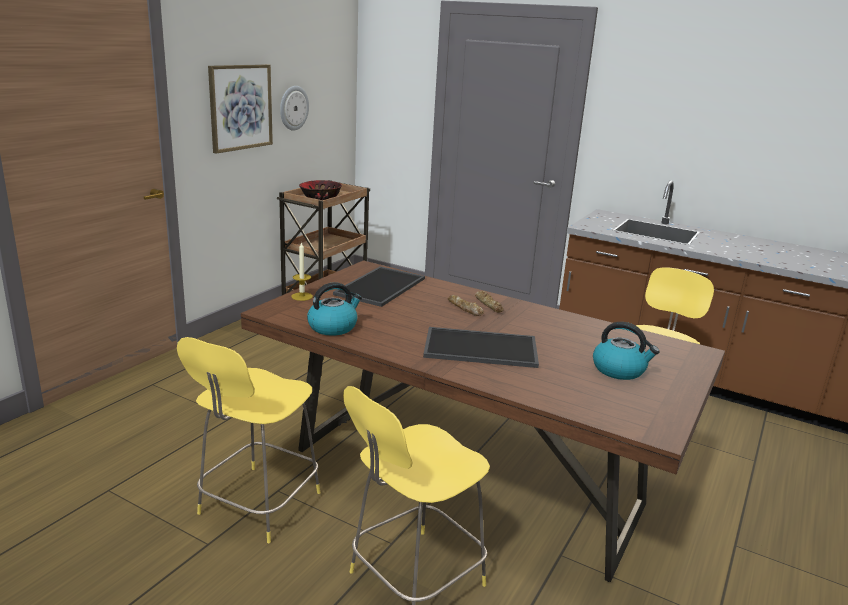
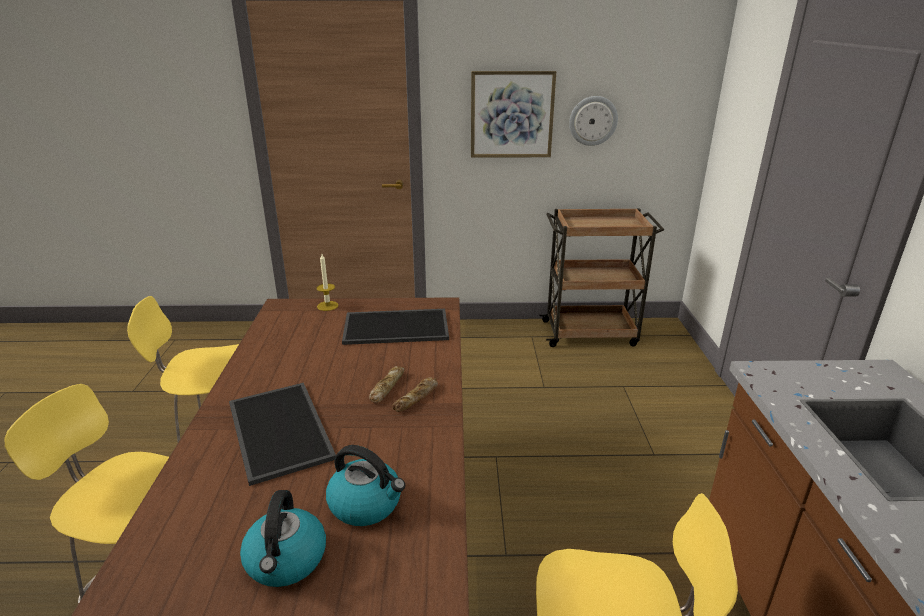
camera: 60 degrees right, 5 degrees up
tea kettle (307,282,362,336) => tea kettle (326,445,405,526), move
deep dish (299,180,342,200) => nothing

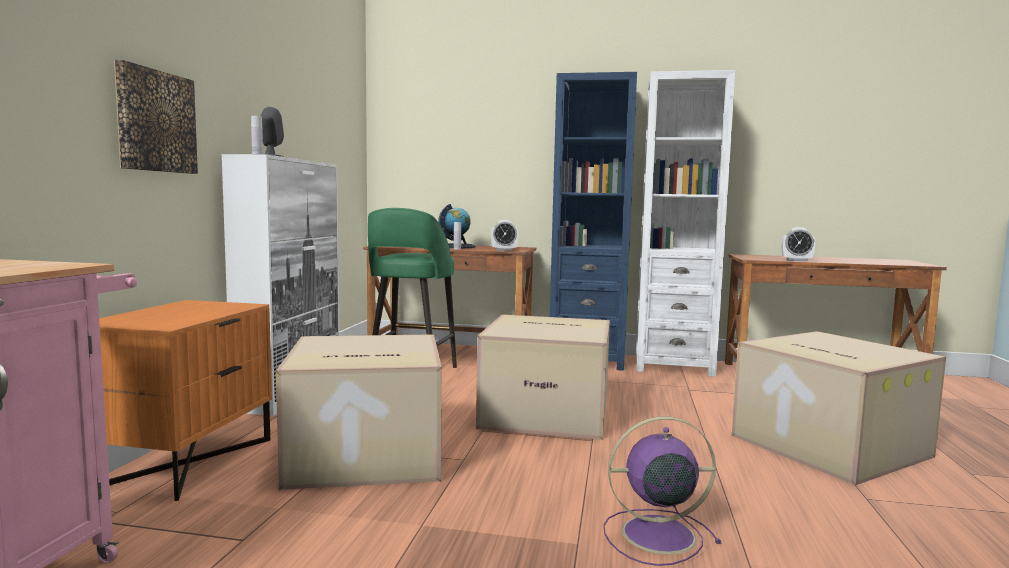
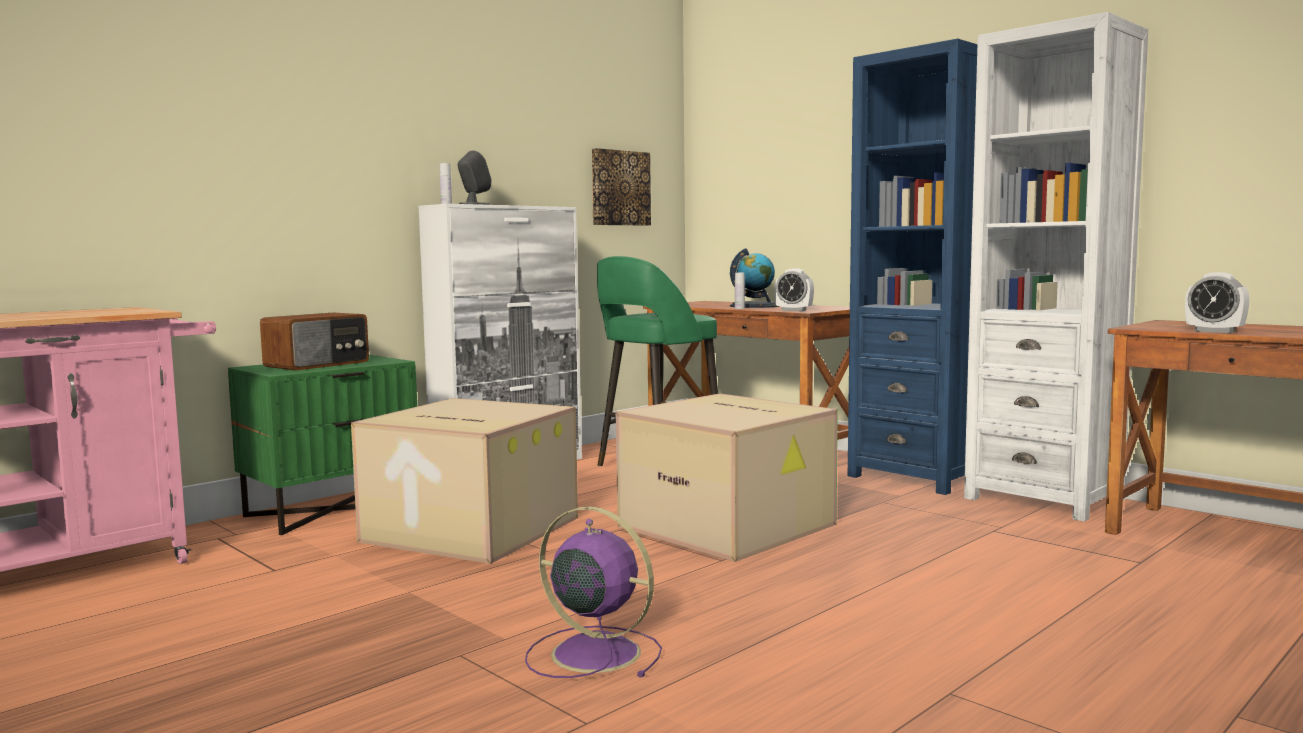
camera: 35 degrees right, 0 degrees up
orange bedside table (99,300,272,501) => green-coloured bedside table (228,355,417,535)
nothing => radio set (260,313,369,371)
wall picture (114,60,198,174) => wall picture (591,148,651,226), move
cardboard box (732,331,946,485) => nothing

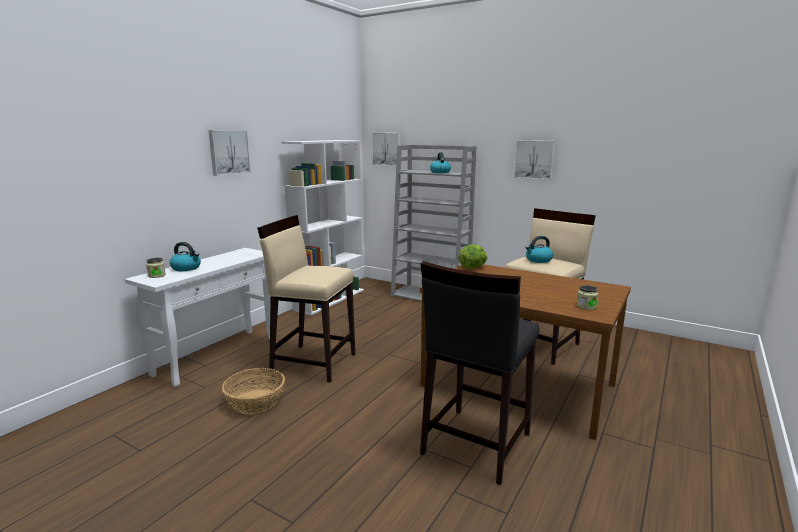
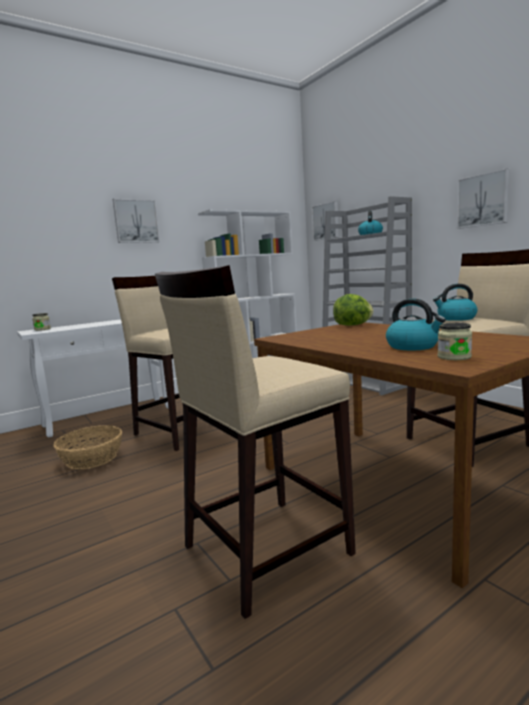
camera: 25 degrees right, 5 degrees down
black-coloured sitting stool (420,261,540,485) => beige-coloured sitting stool (155,265,356,619)
tea kettle (170,242,201,271) => tea kettle (386,298,446,350), move

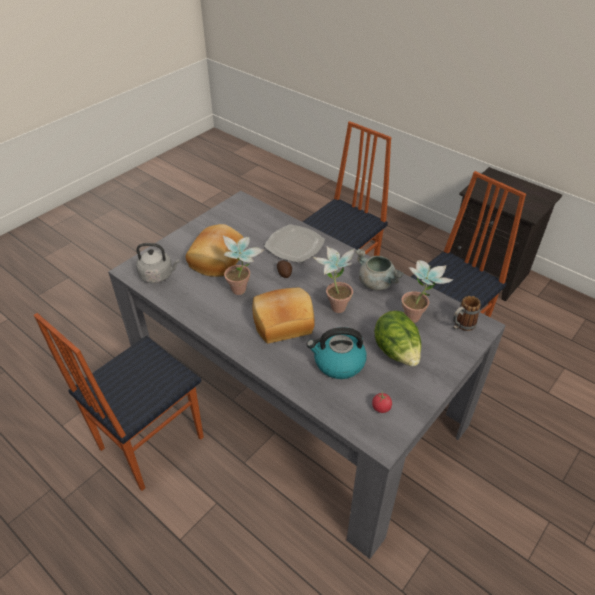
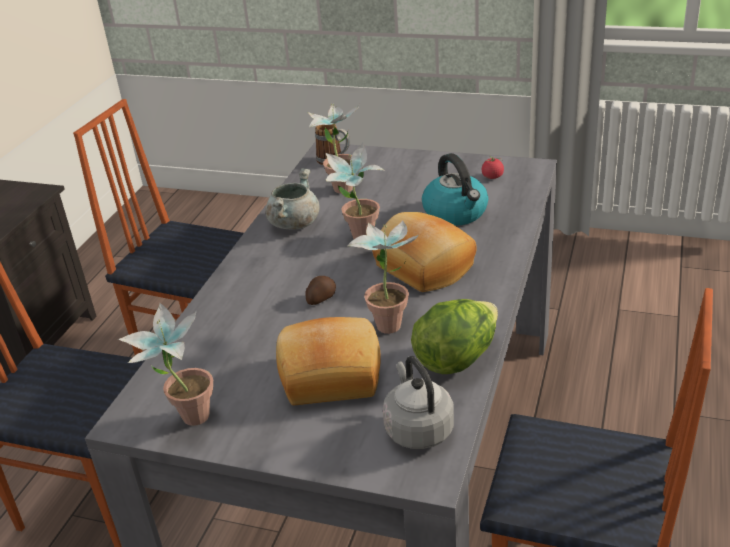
camera: 110 degrees left, 10 degrees down
nothing => potted plant (118,303,213,426)
head of lettuce (374,311,421,367) => head of lettuce (411,299,498,374), move
flat dish (264,224,325,263) => nothing

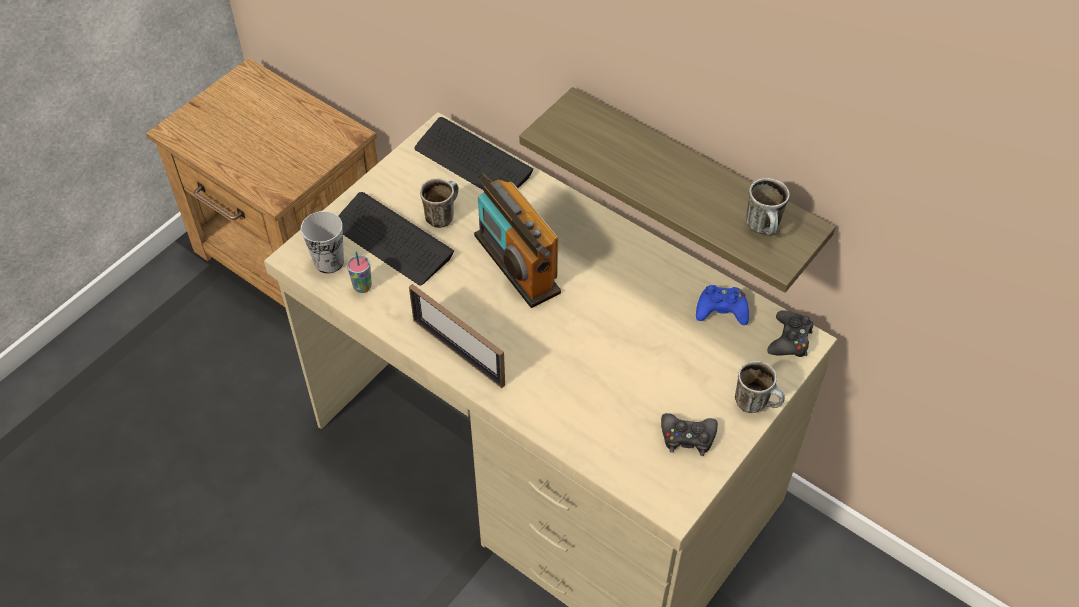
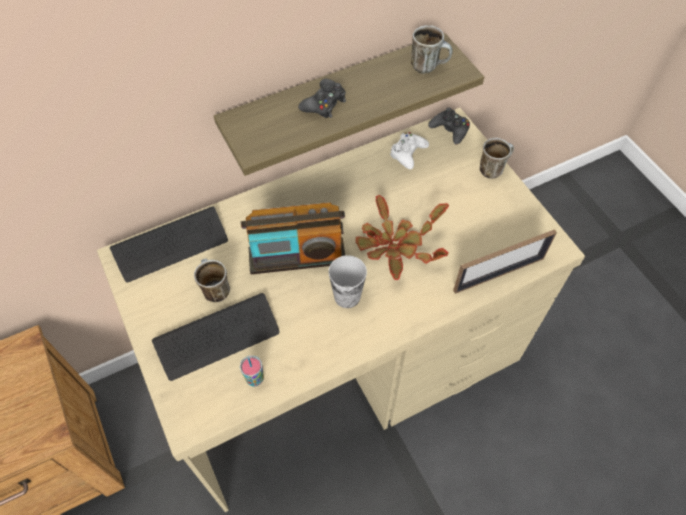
camera: 65 degrees left, 5 degrees up
black-coloured game controller (661,413,718,456) => black-coloured game controller (298,79,346,118), move
small cup (301,211,344,274) => small cup (329,255,367,308), move
nothing => potted plant (356,195,449,280)
bluish game controller (696,285,749,325) => white-coloured game controller (390,132,429,170)
photo frame (409,284,505,388) => photo frame (453,229,557,294), move

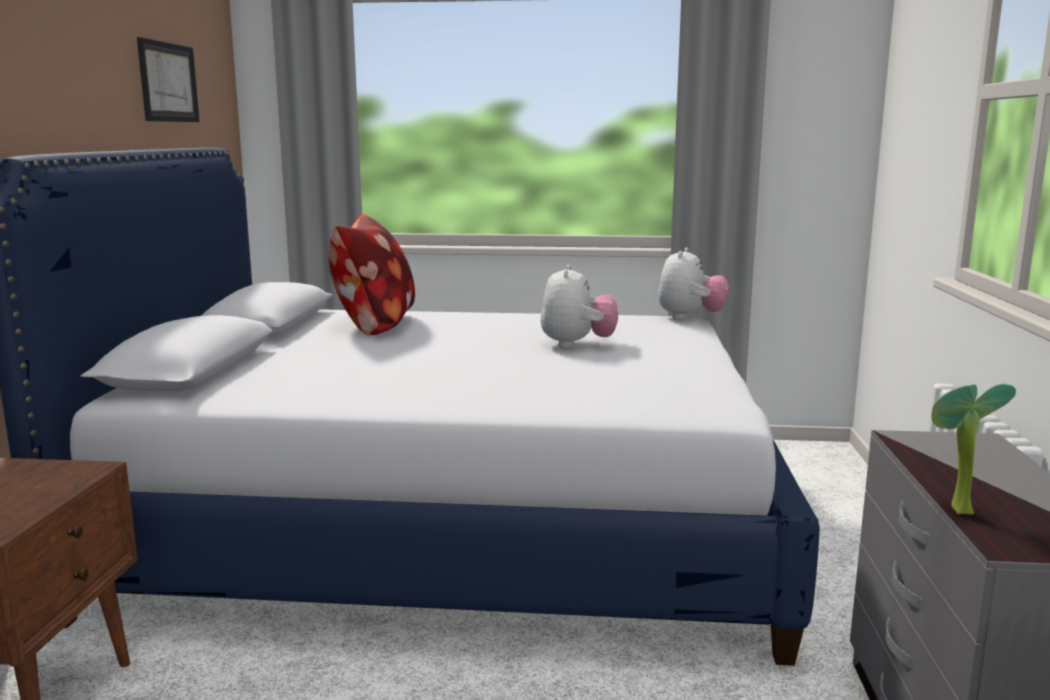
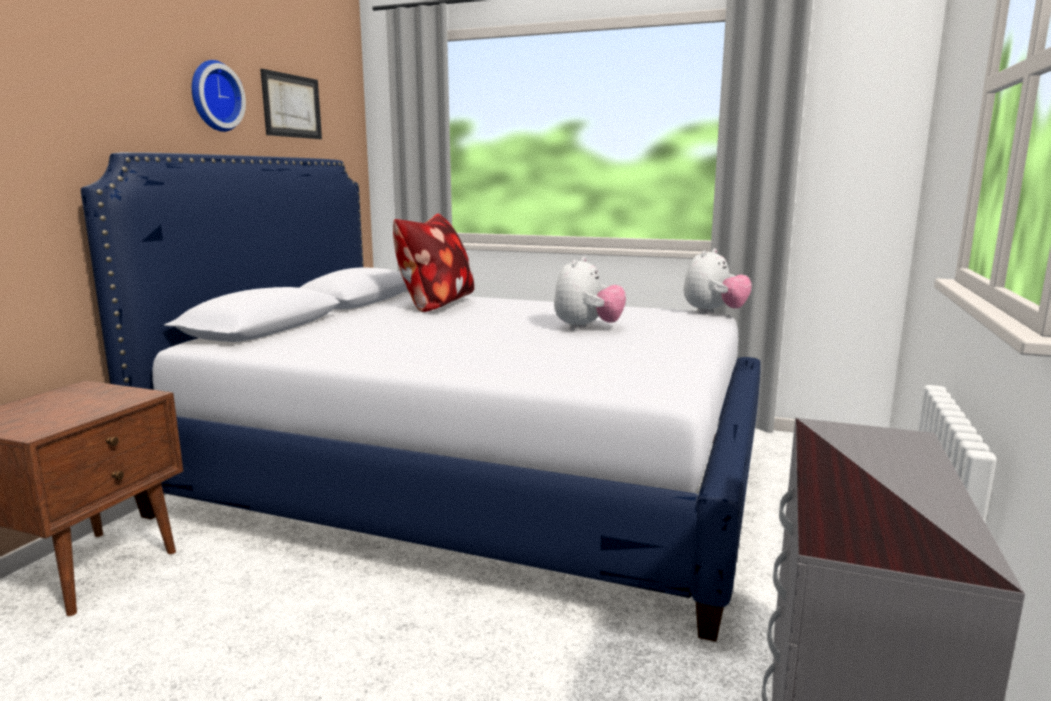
camera: 15 degrees right, 0 degrees up
nothing => clock on the wall (192,60,246,132)
potted plant (931,384,1016,515) => nothing

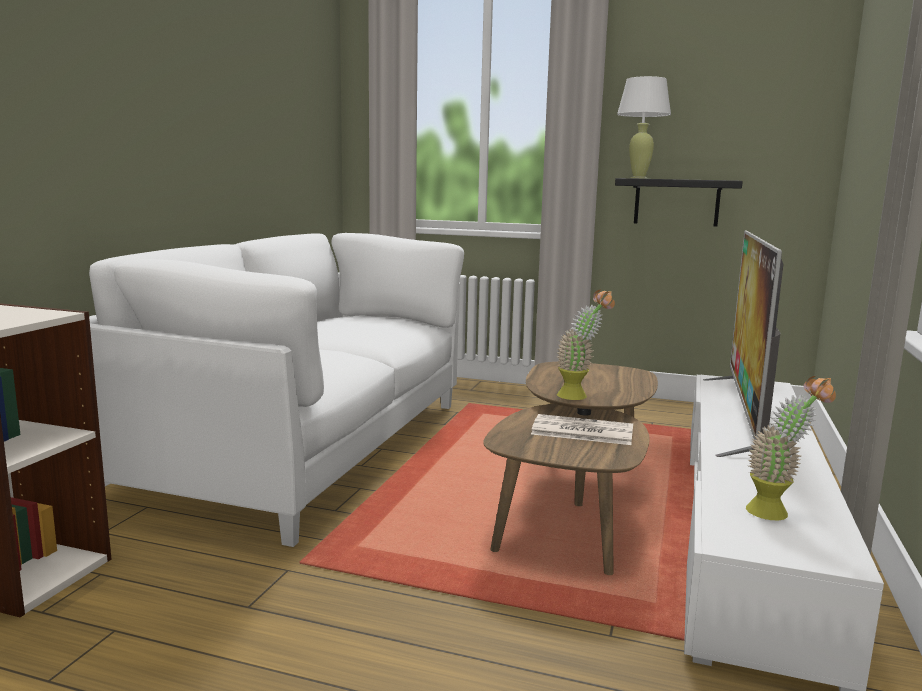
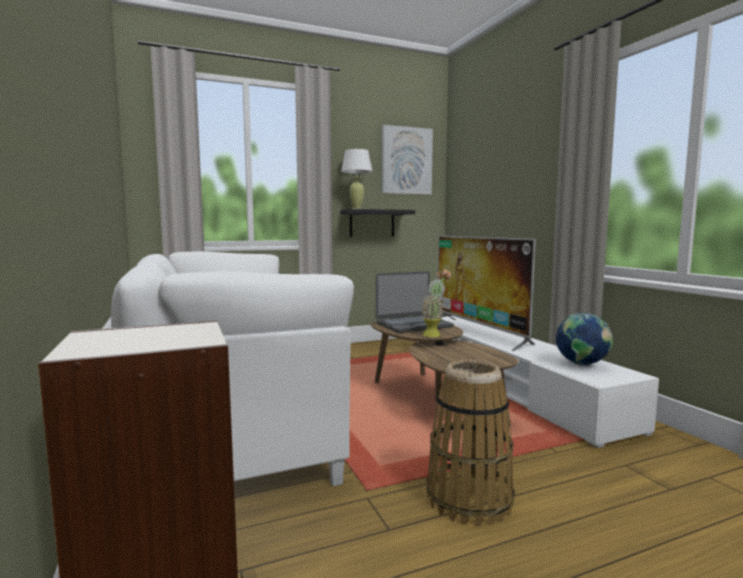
camera: 40 degrees left, 5 degrees down
nothing => portable computer (376,271,454,333)
nothing => wall picture (382,125,433,195)
nothing => household basket (426,360,515,526)
potted plant (746,376,836,520) => world globe (556,313,613,366)
newspaper (531,414,633,445) => nothing

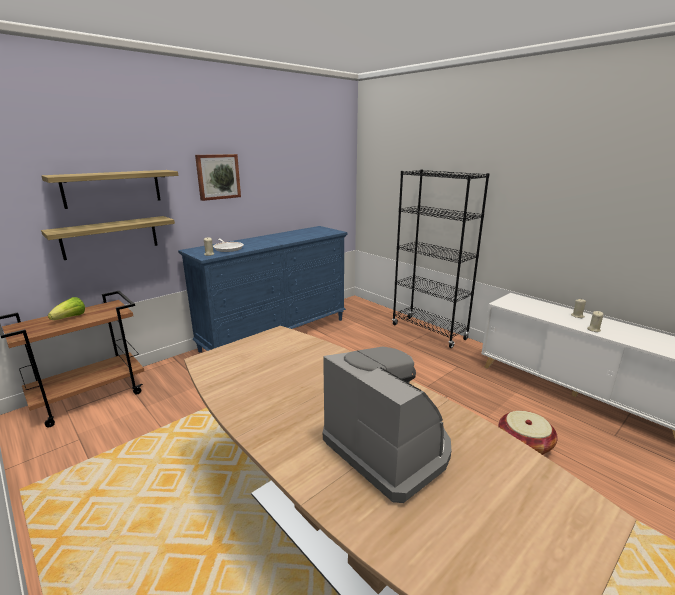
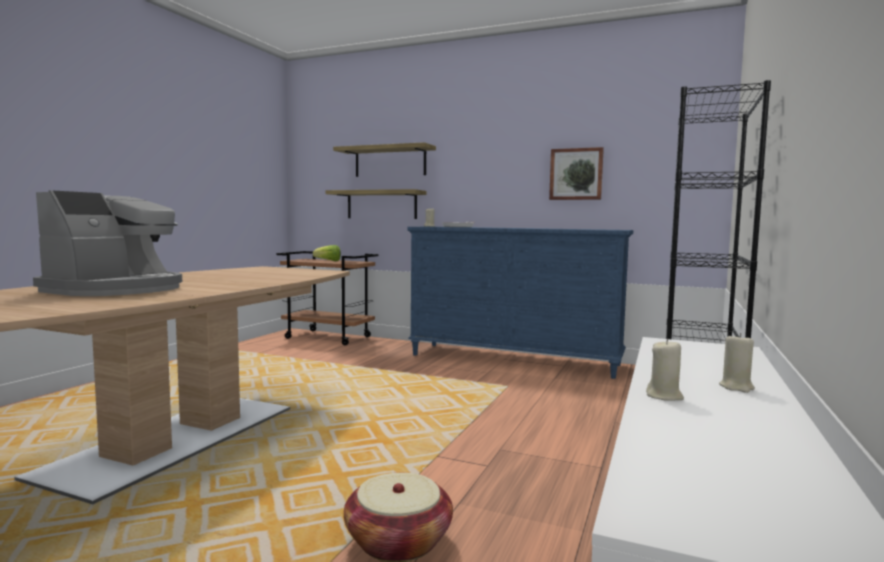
camera: 65 degrees right, 15 degrees down
wall picture (195,154,241,201) => wall picture (549,147,604,200), move

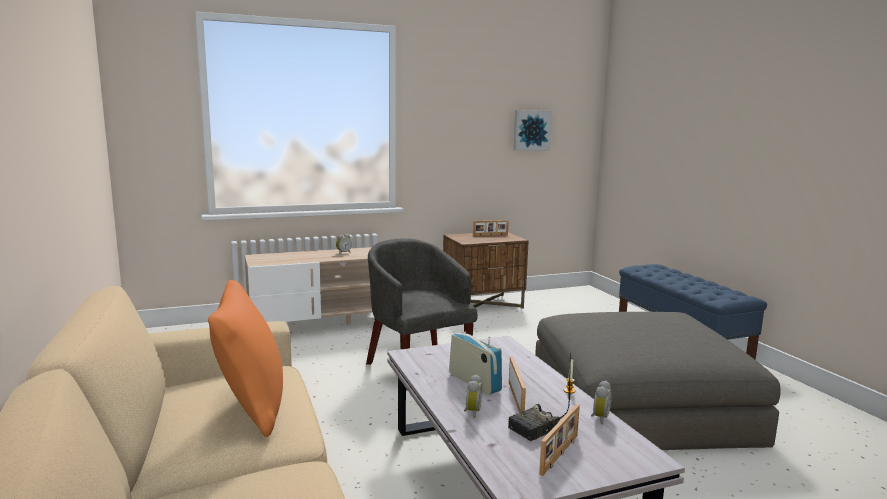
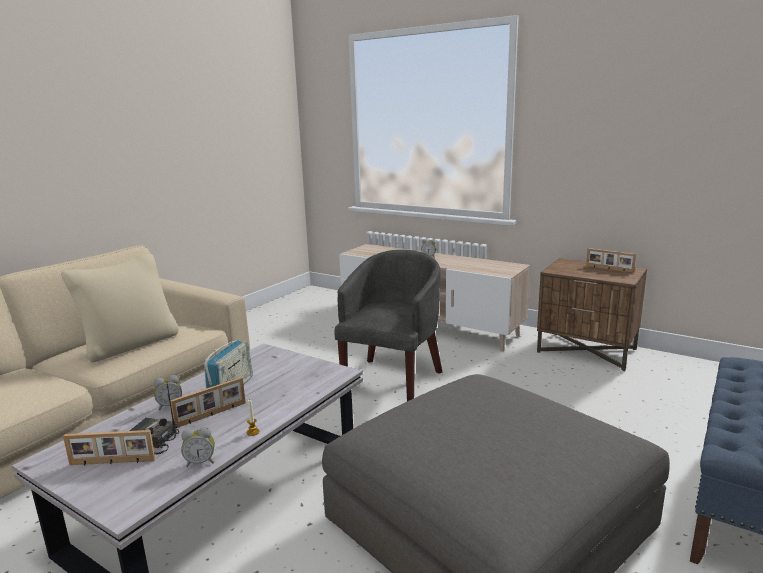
camera: 55 degrees right, 5 degrees up
orange throw pillow (208,280,283,437) => beige-coloured throw pillow (61,254,178,362)
wall picture (513,110,552,151) => nothing

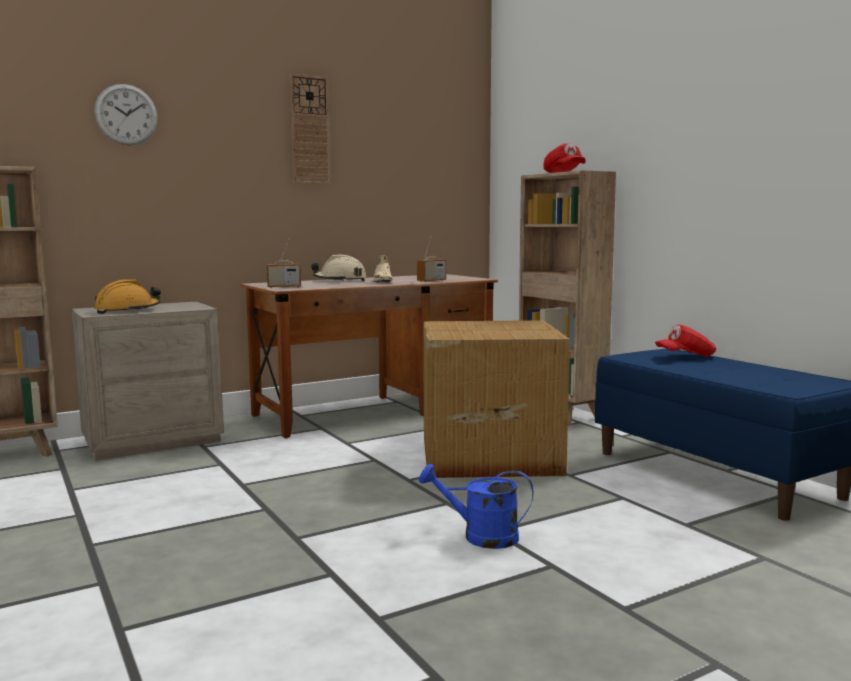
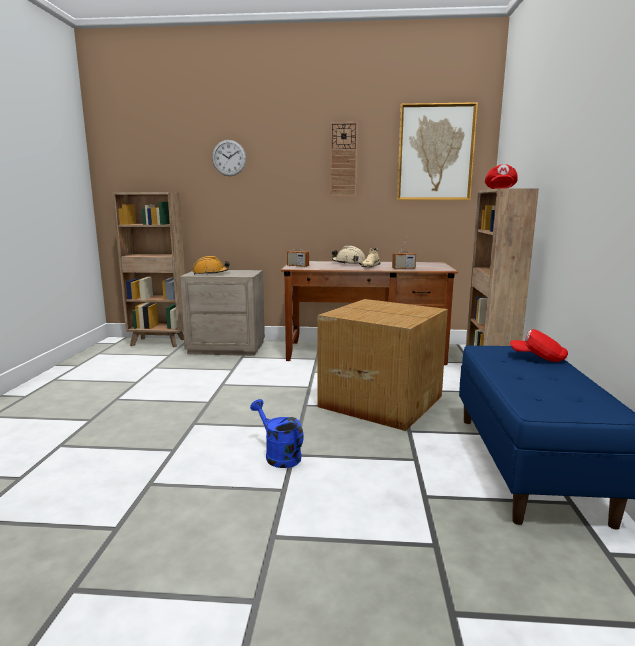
camera: 35 degrees right, 5 degrees up
nothing => wall picture (397,102,478,200)

